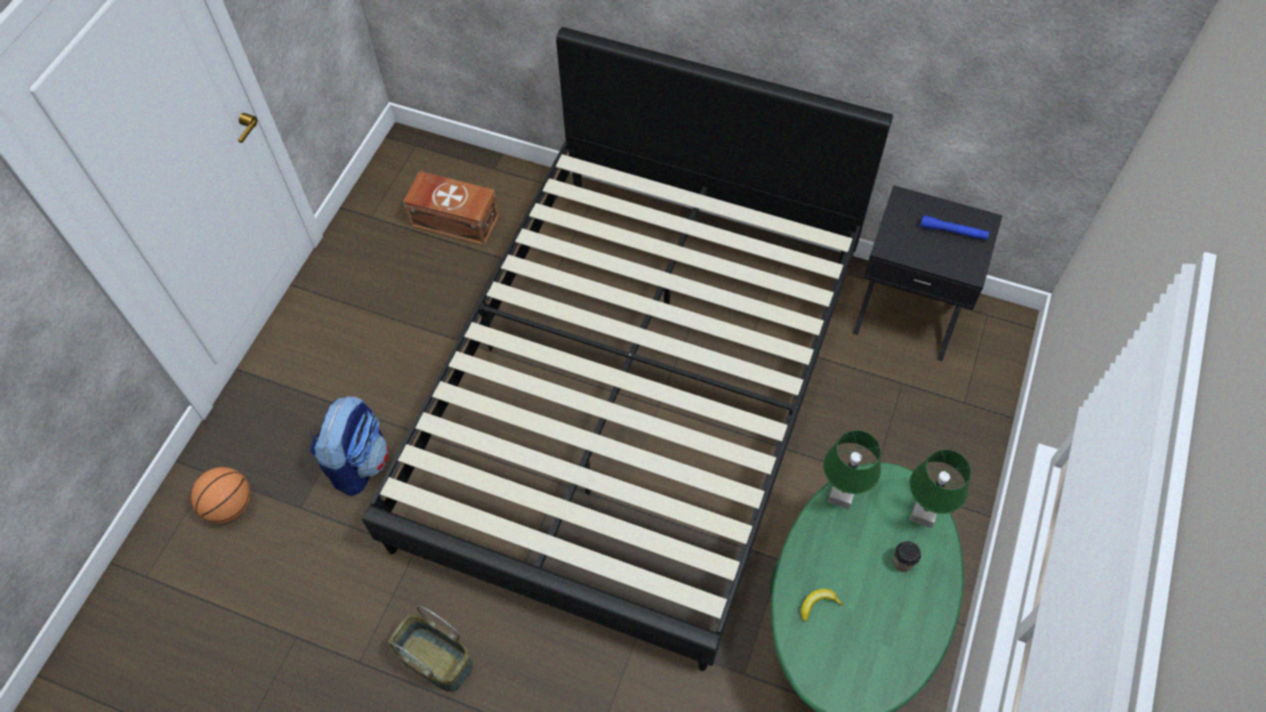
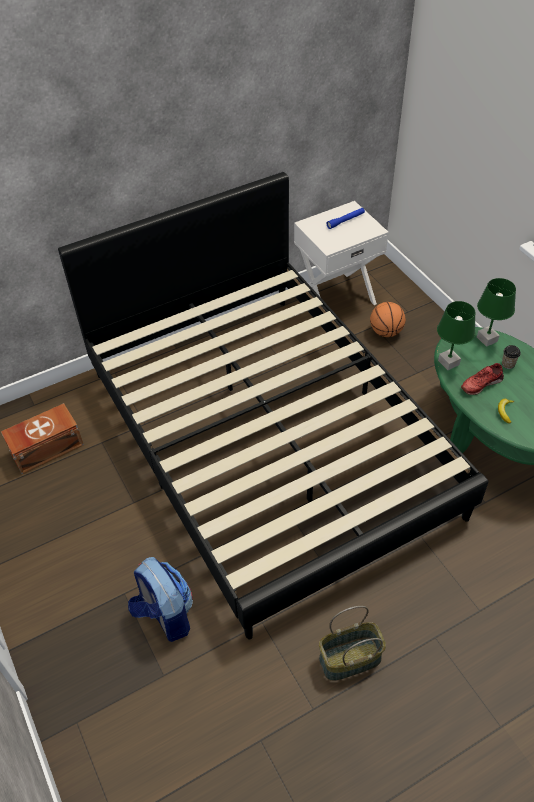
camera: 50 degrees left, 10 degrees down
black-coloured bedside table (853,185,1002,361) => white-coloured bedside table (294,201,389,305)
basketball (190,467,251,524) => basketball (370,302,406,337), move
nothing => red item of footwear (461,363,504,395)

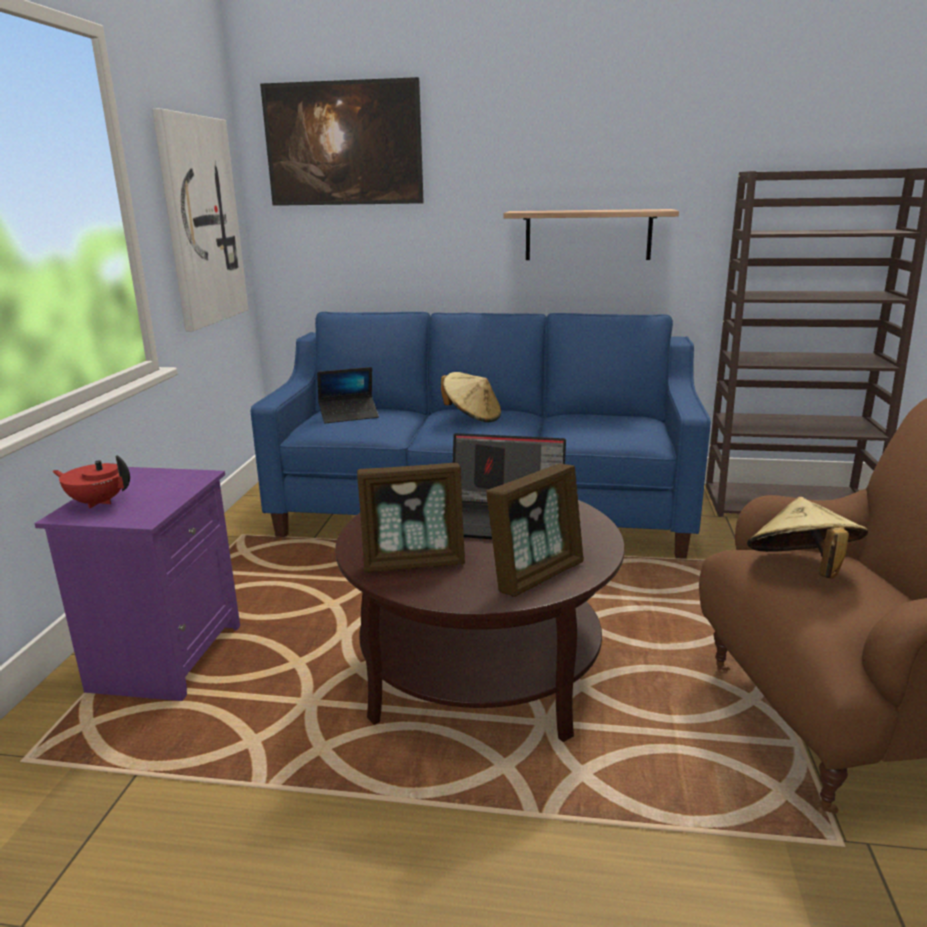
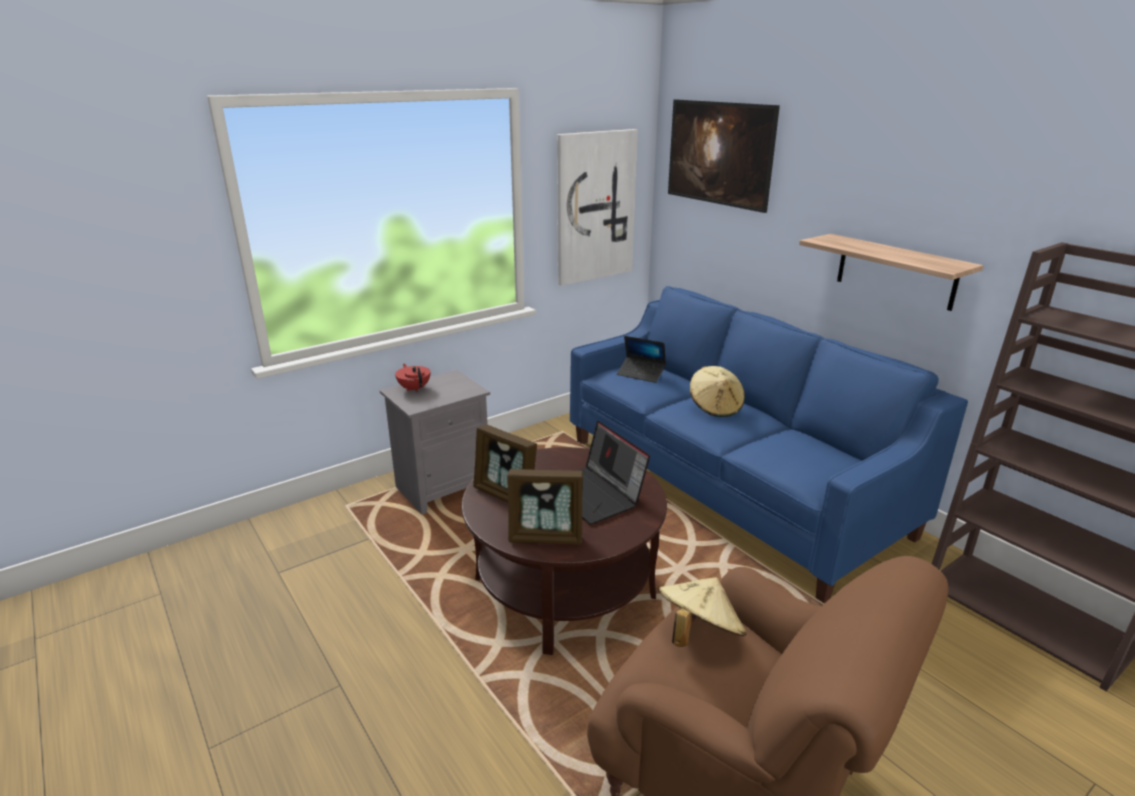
camera: 45 degrees right, 5 degrees up
purple bedside table (35,467,240,701) => grey bedside table (380,370,490,514)

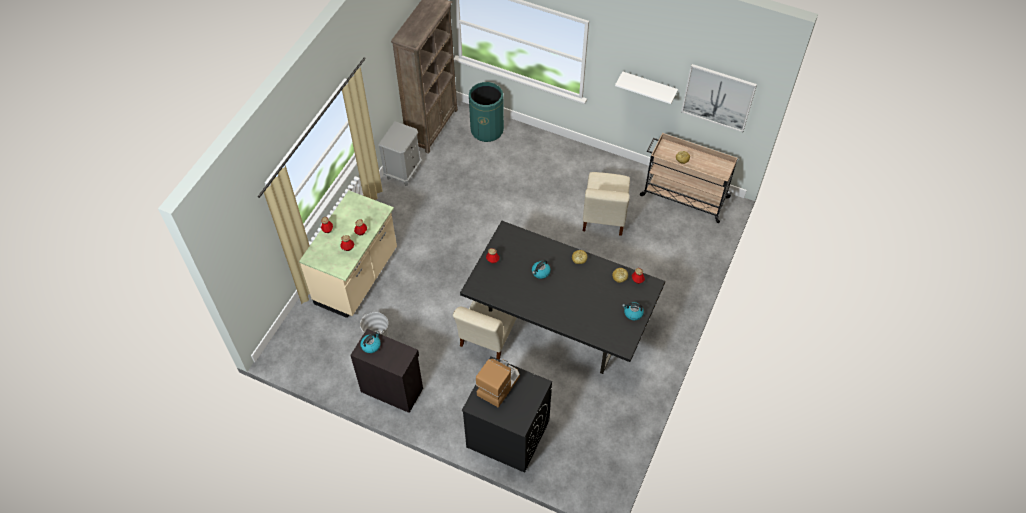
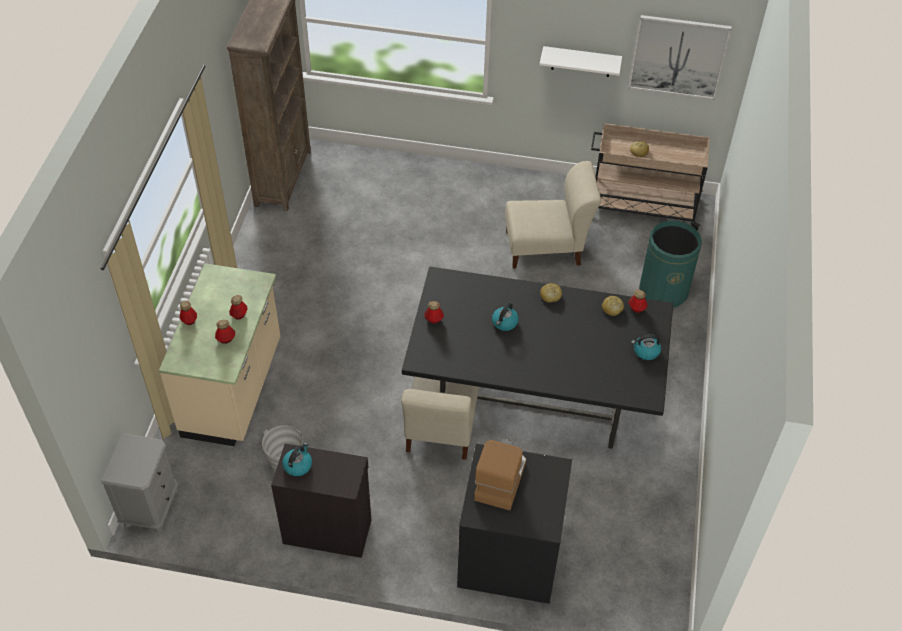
camera: 15 degrees left, 5 degrees down
grey bedside table (378,121,422,186) => grey bedside table (101,433,178,534), move
beige-coloured chair (583,172,630,236) => beige-coloured chair (505,161,601,269), 90 degrees counterclockwise
green-coloured waste bin (469,82,504,142) => green-coloured waste bin (639,220,702,308), move

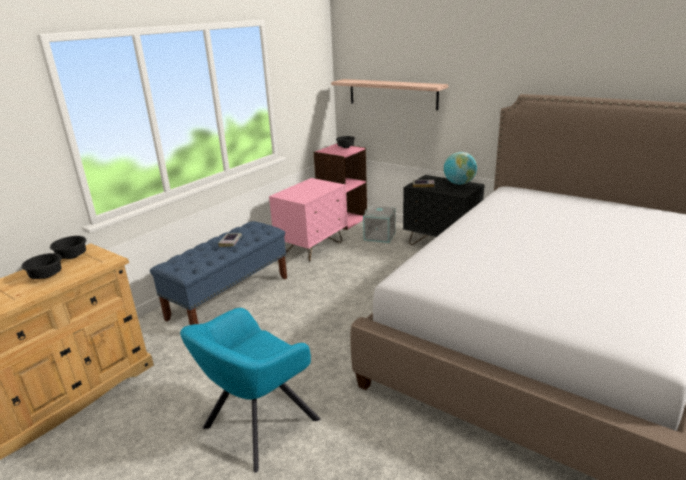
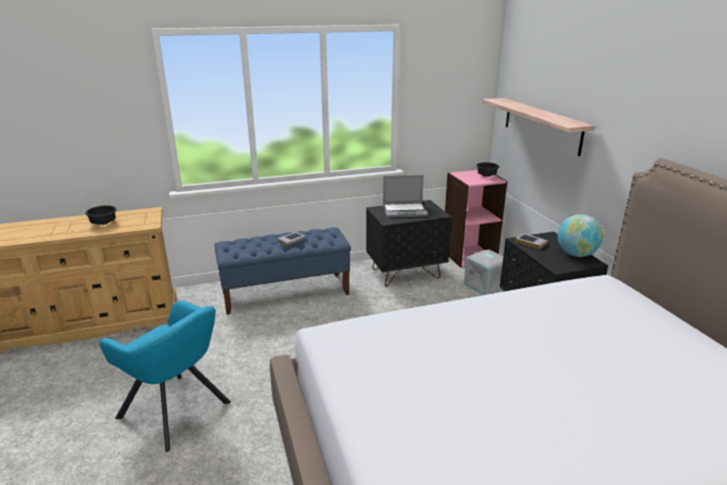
camera: 35 degrees right, 0 degrees up
blue-green lounge chair (180,308,320,473) => blue-green lounge chair (99,300,231,452), 135 degrees counterclockwise
pink-coloured bedside table (269,178,348,262) => black-coloured bedside table (366,200,452,287)
nothing => portable computer (383,175,428,218)
black-coloured deep dish (50,236,87,259) => nothing

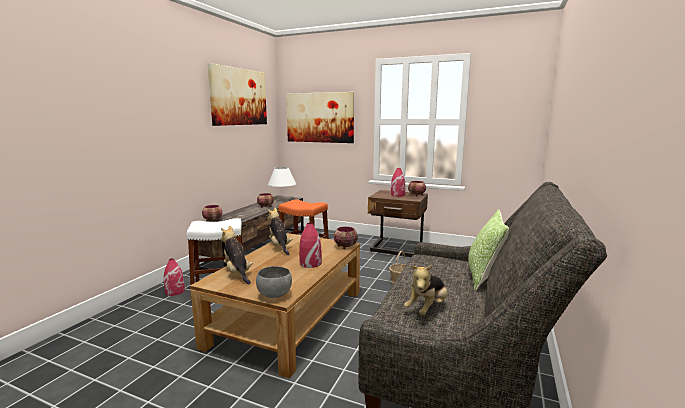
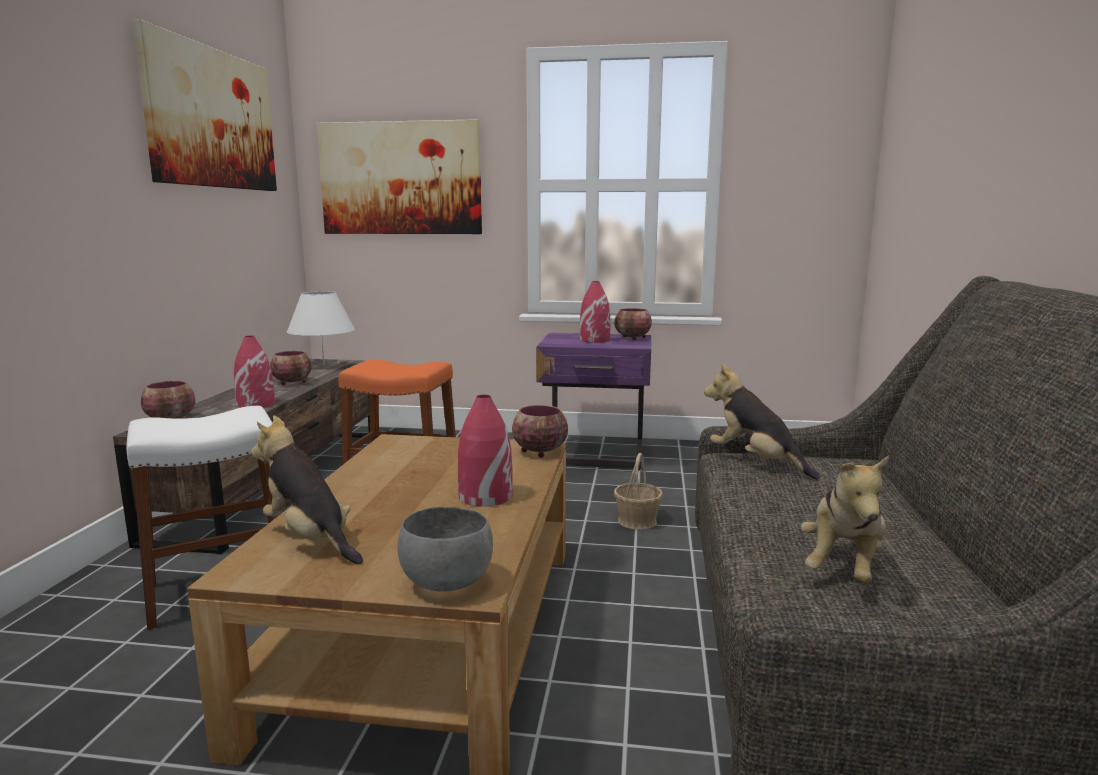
camera: 15 degrees left, 0 degrees up
red decorative vase (164,258,185,296) => red decorative vase (234,336,275,408), move
brown-coloured bedside table (368,190,428,257) => purple bedside table (536,333,651,471)
soft toy (267,208,292,255) => soft toy (704,364,820,480), move
throw pillow (468,209,509,291) => nothing

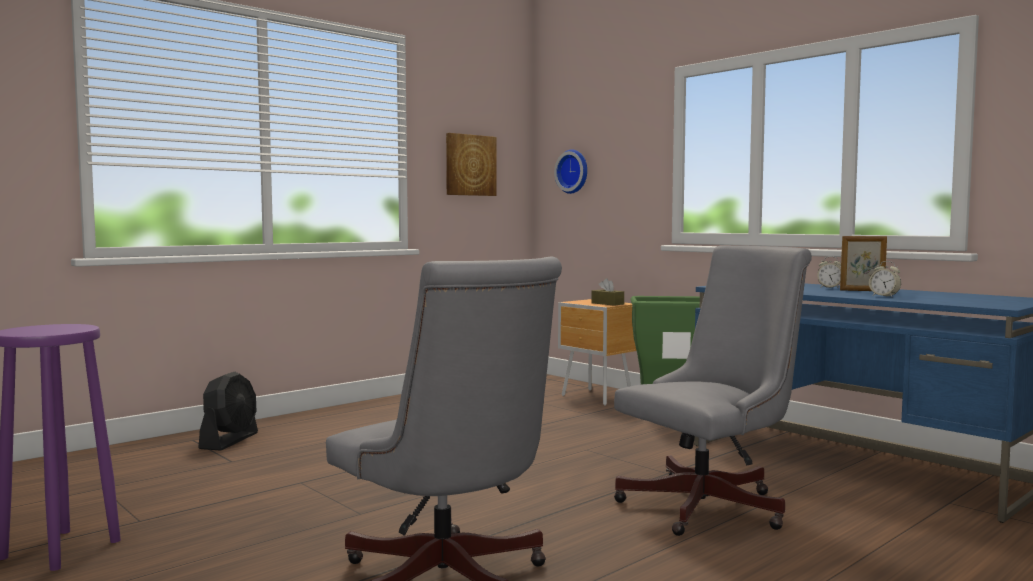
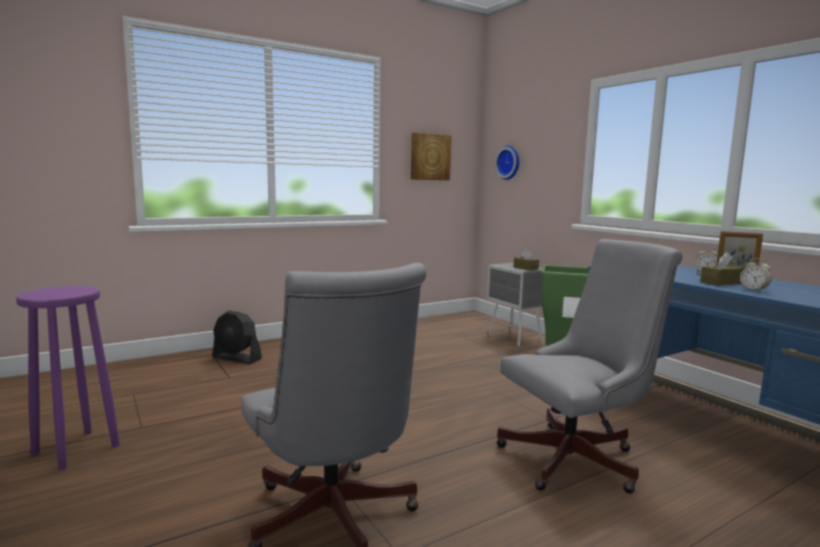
camera: 10 degrees right, 5 degrees up
black-coloured cooling fan (199,372,258,451) => black-coloured cooling fan (212,310,262,364), 90 degrees clockwise
brown-coloured bedside table (558,299,637,406) => grey bedside table (487,263,543,346)
nothing => brown-coloured tissue box (700,252,744,286)

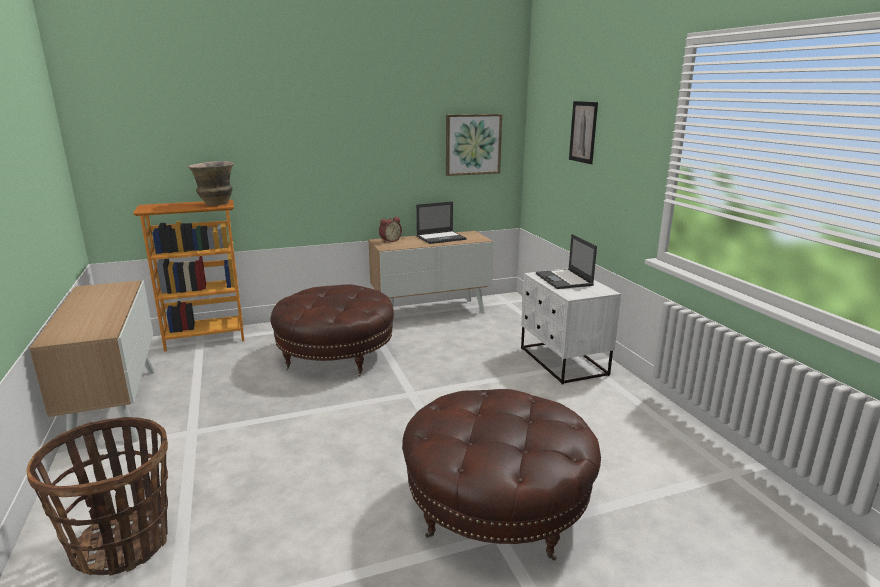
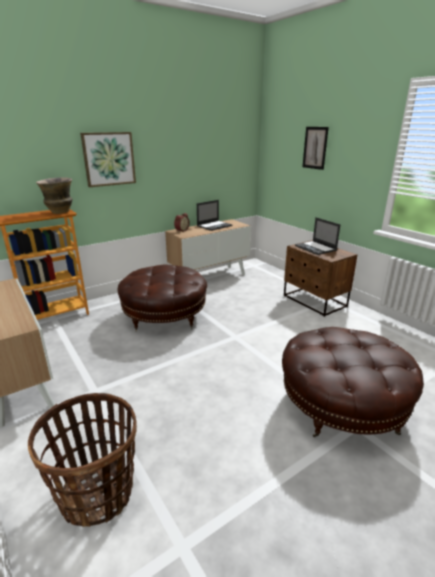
camera: 15 degrees left, 5 degrees up
wall picture (446,114,502,176) => wall picture (80,132,136,187), move
white-coloured bedside table (521,268,621,385) => brown-coloured bedside table (284,240,358,317)

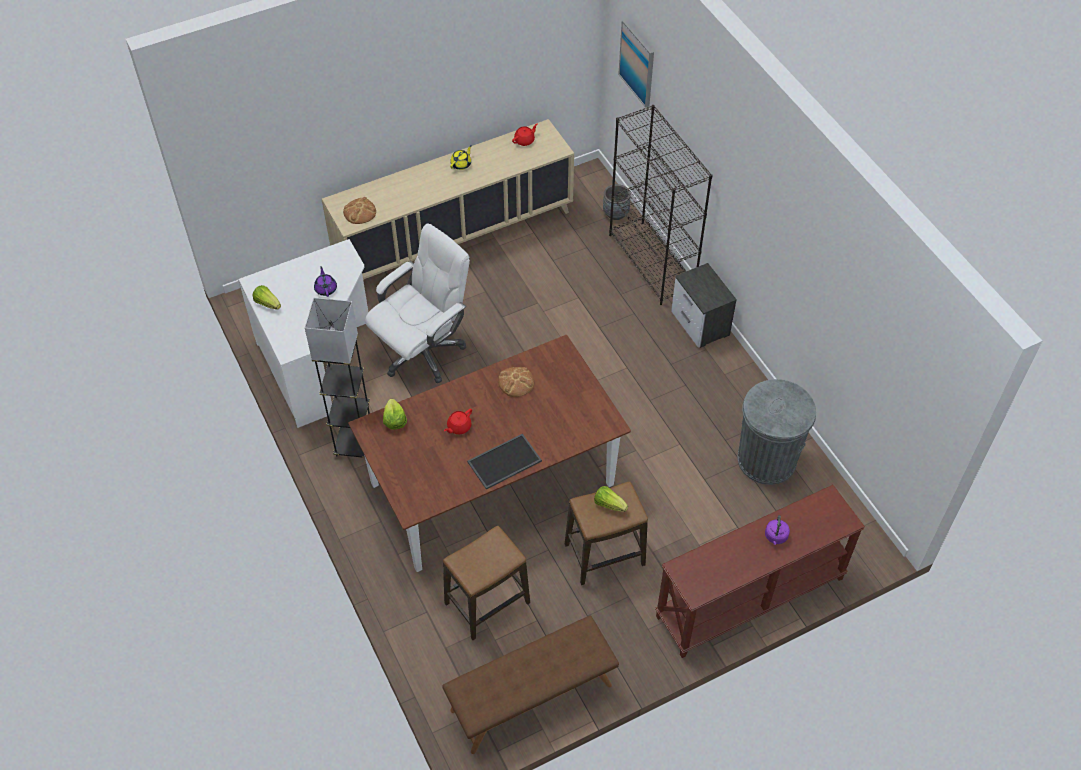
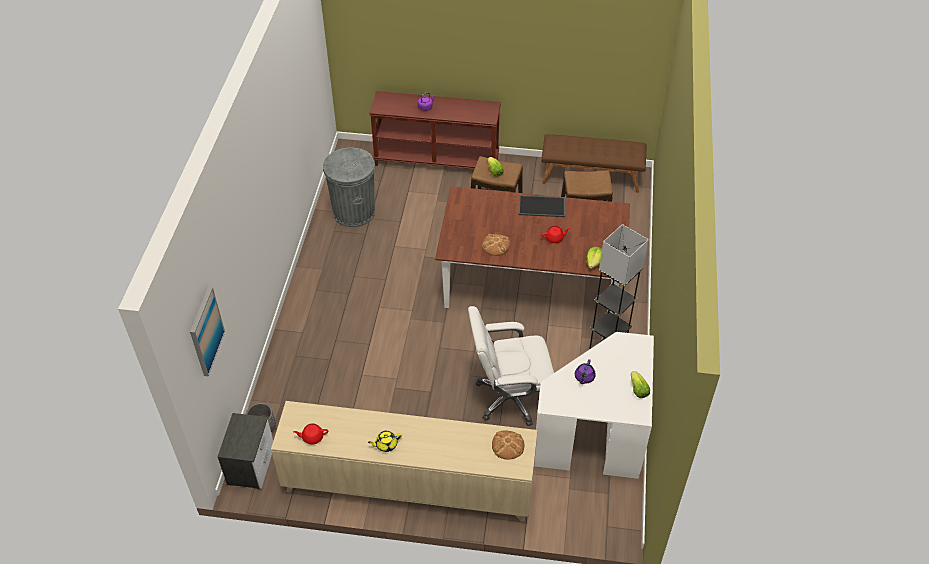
camera: 145 degrees left, 5 degrees down
bedside table (671,263,737,348) => bedside table (217,413,273,489), move
black-coloured bookcase (609,105,713,305) => nothing

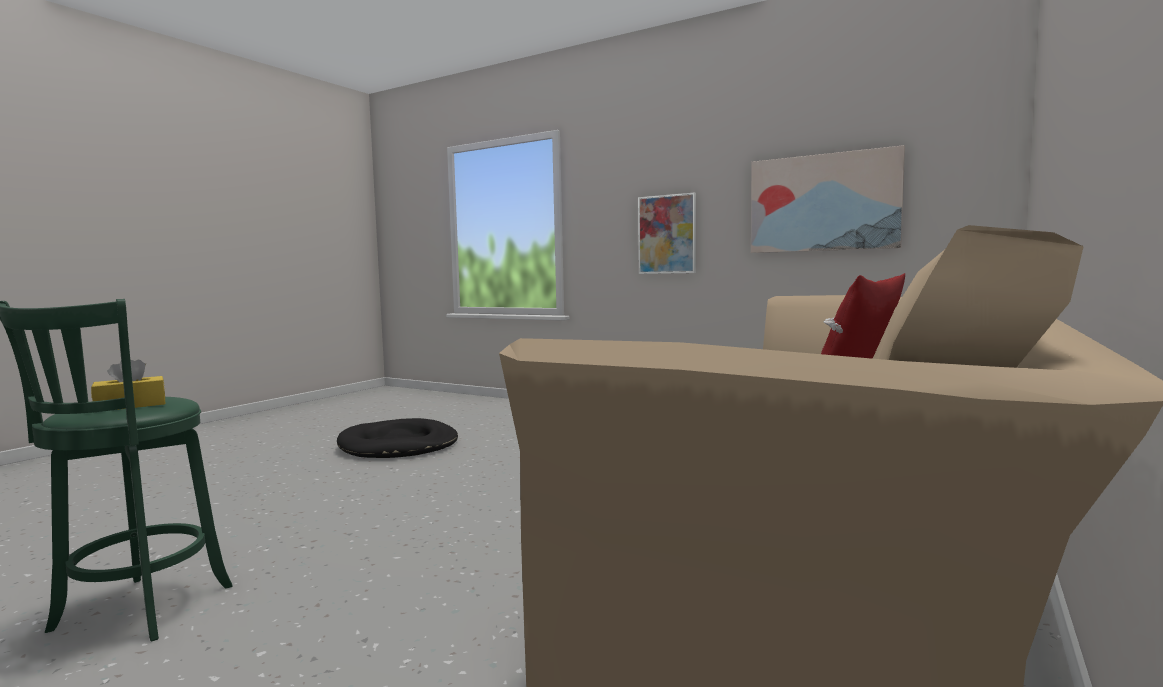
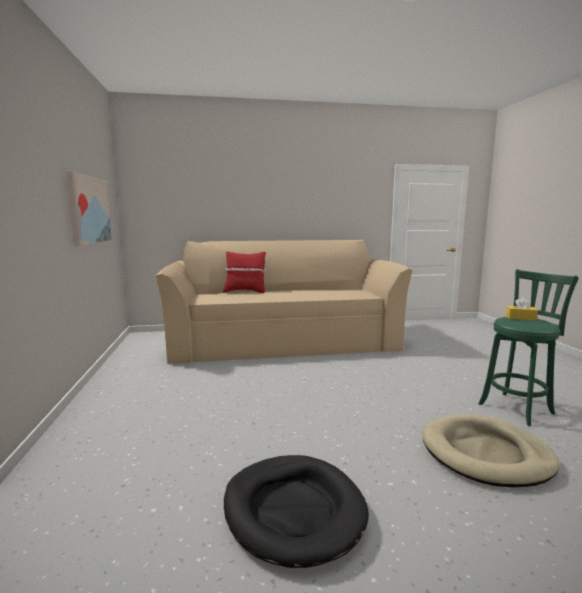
camera: 130 degrees left, 5 degrees up
nothing => beige-coloured pet bed (423,414,560,487)
wall picture (638,192,696,274) => nothing

